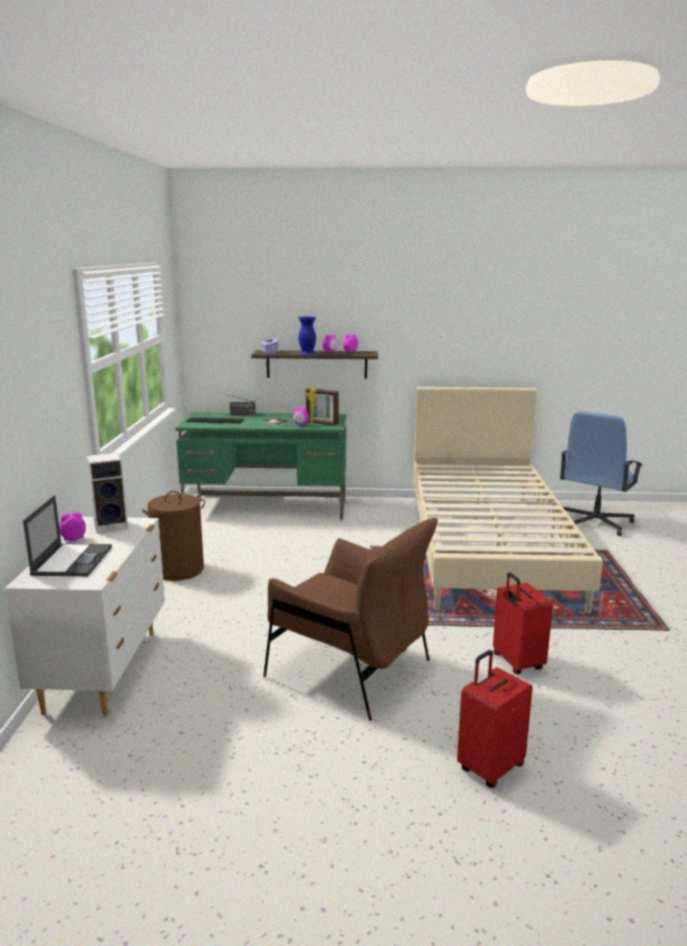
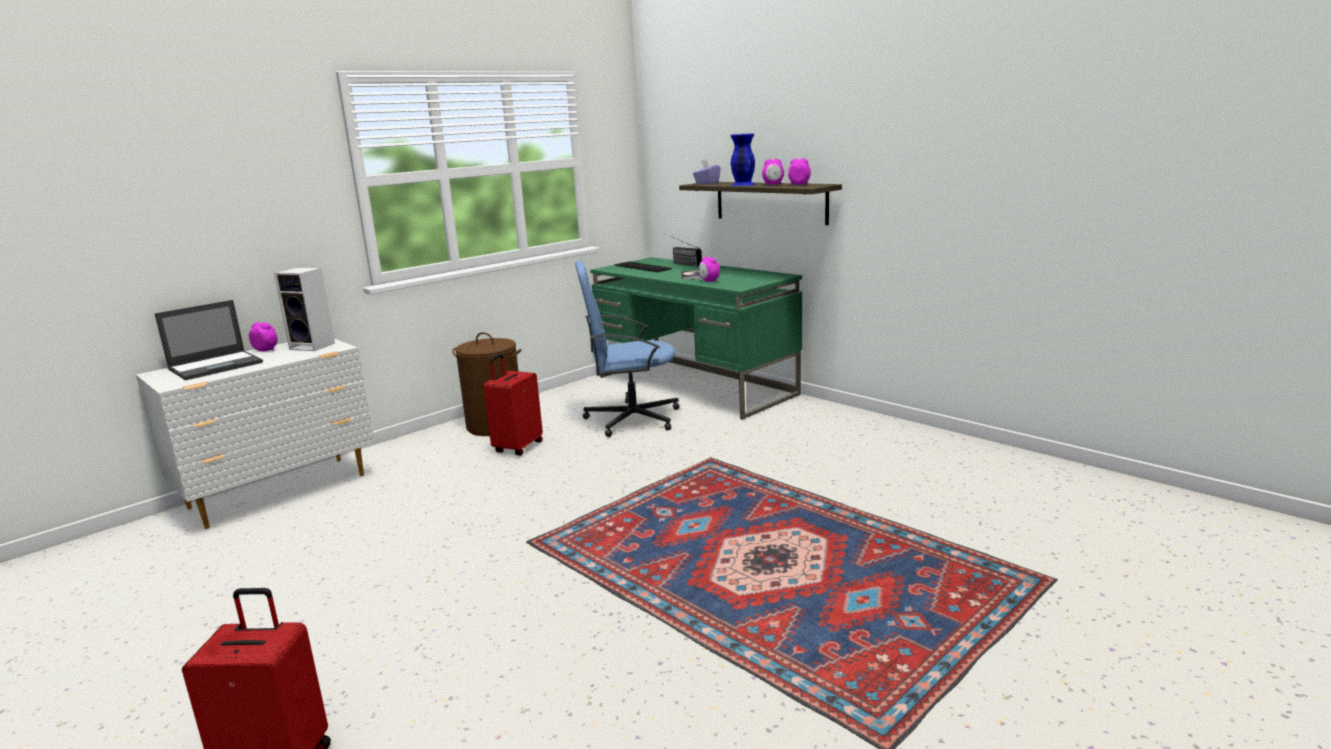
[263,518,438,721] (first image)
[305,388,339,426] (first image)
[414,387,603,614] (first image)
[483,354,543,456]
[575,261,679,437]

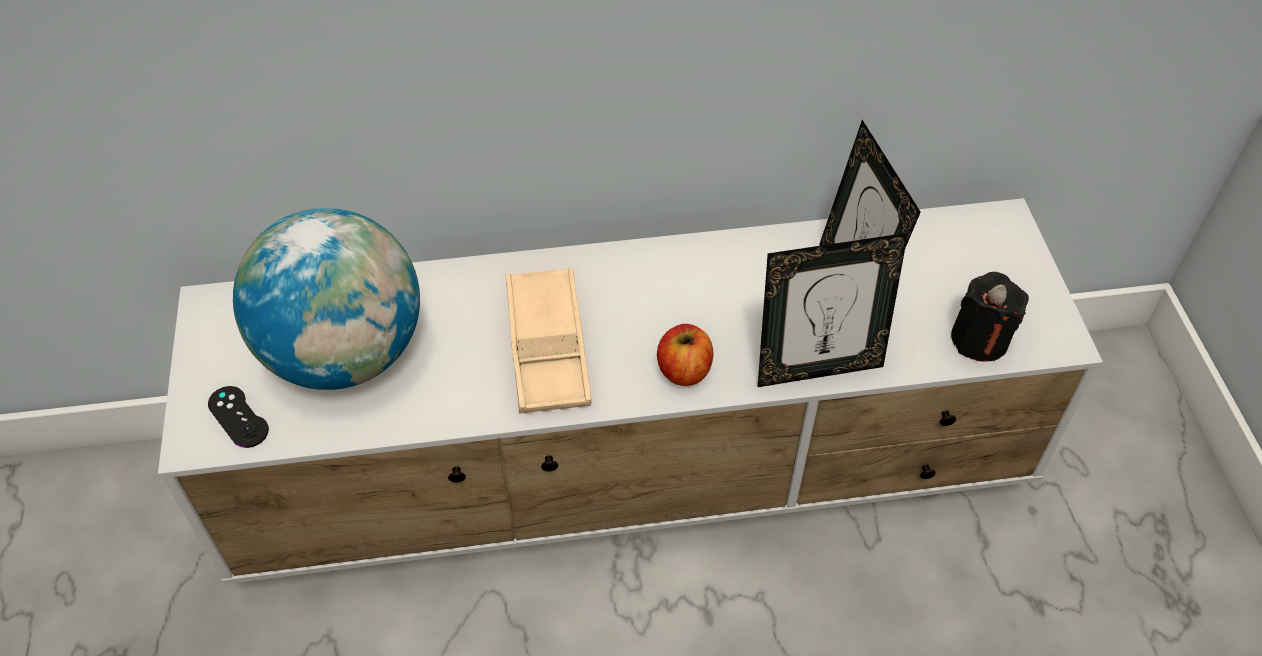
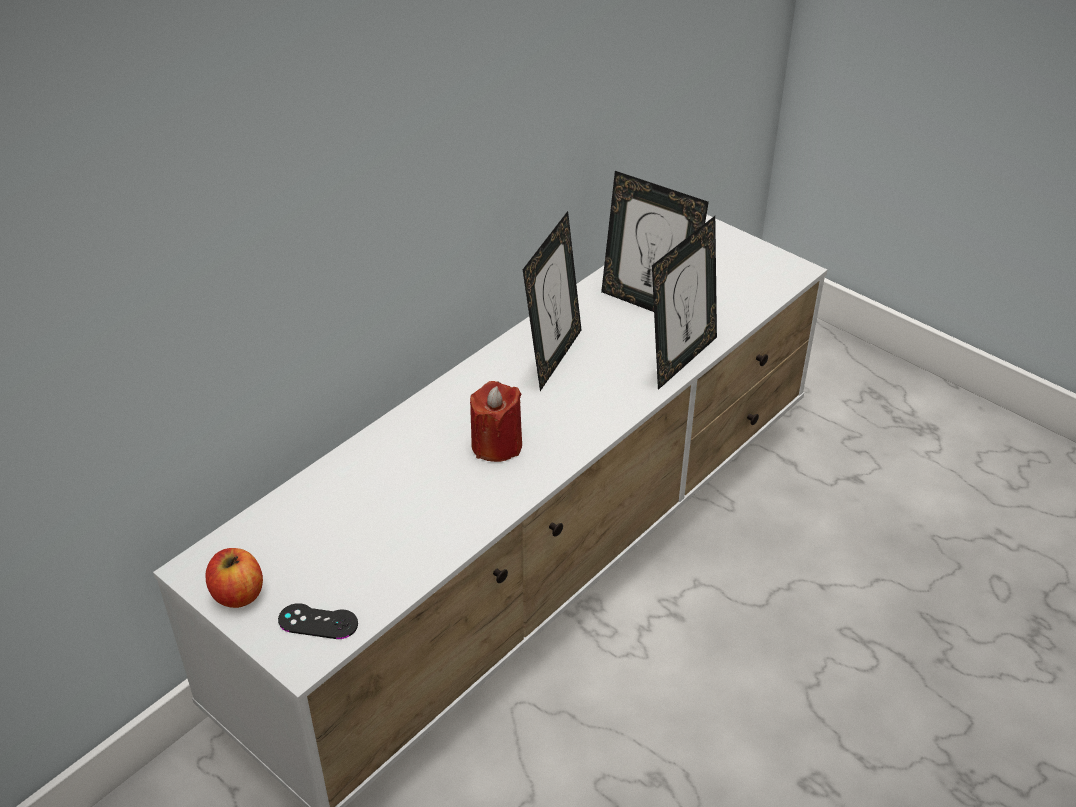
[233,208,420,390] (first image)
[470,381,522,462]
[206,548,263,608]
[951,272,1029,362] (first image)
[523,211,581,391]

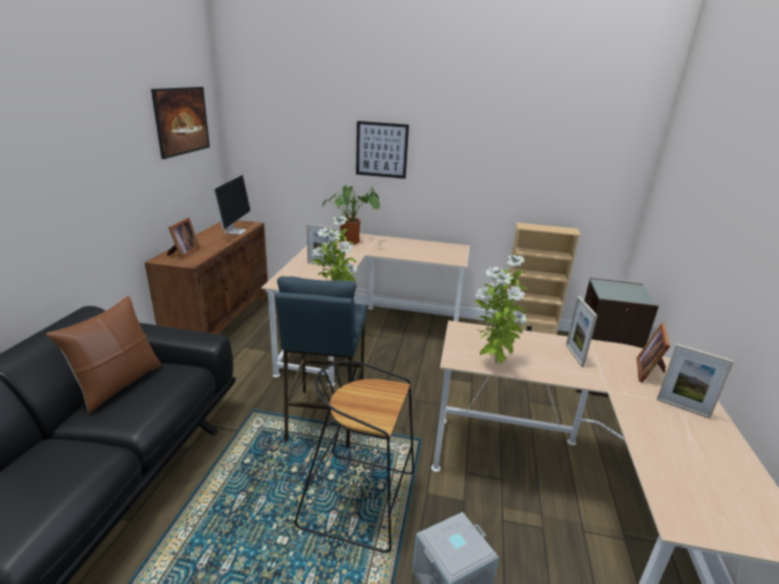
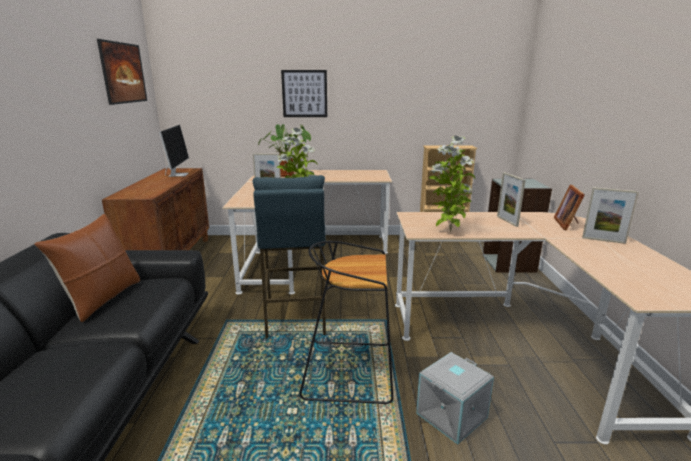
[167,218,201,259] (first image)

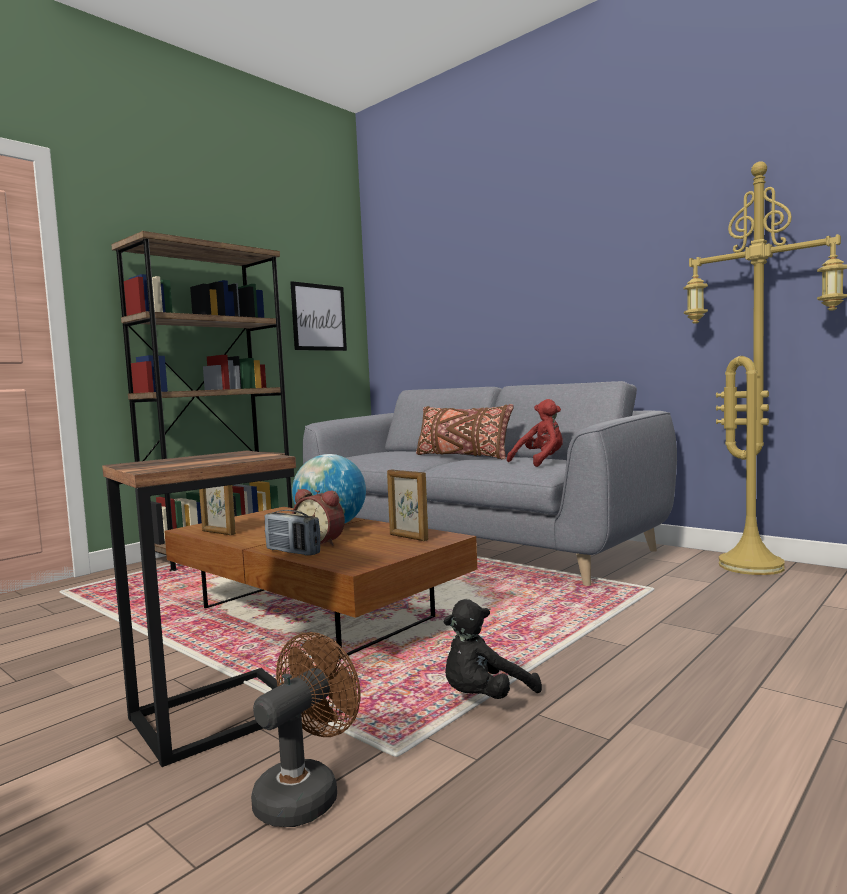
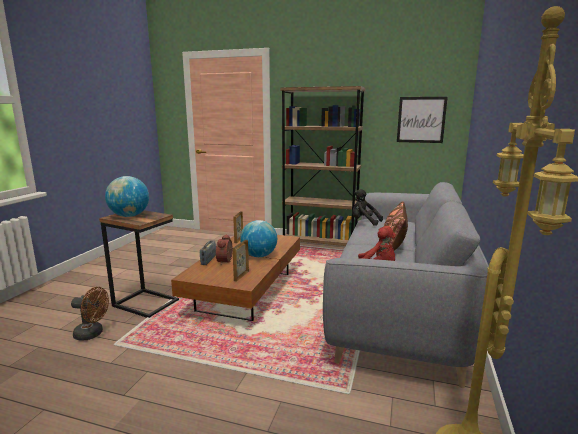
[352,189,383,226]
[105,176,149,217]

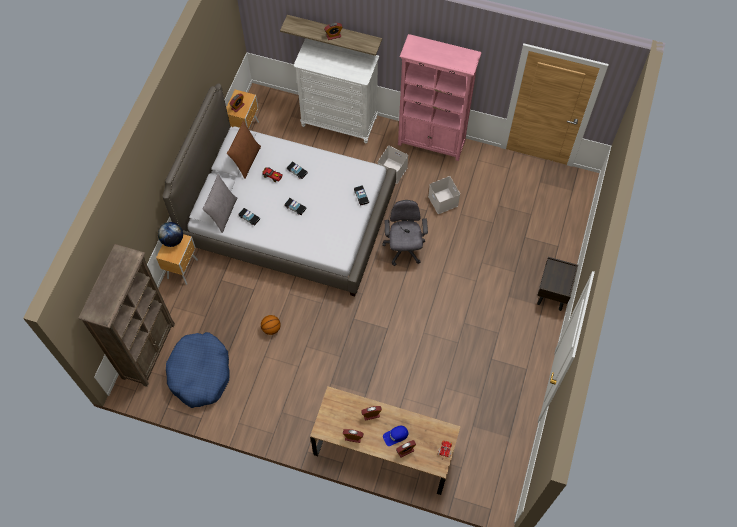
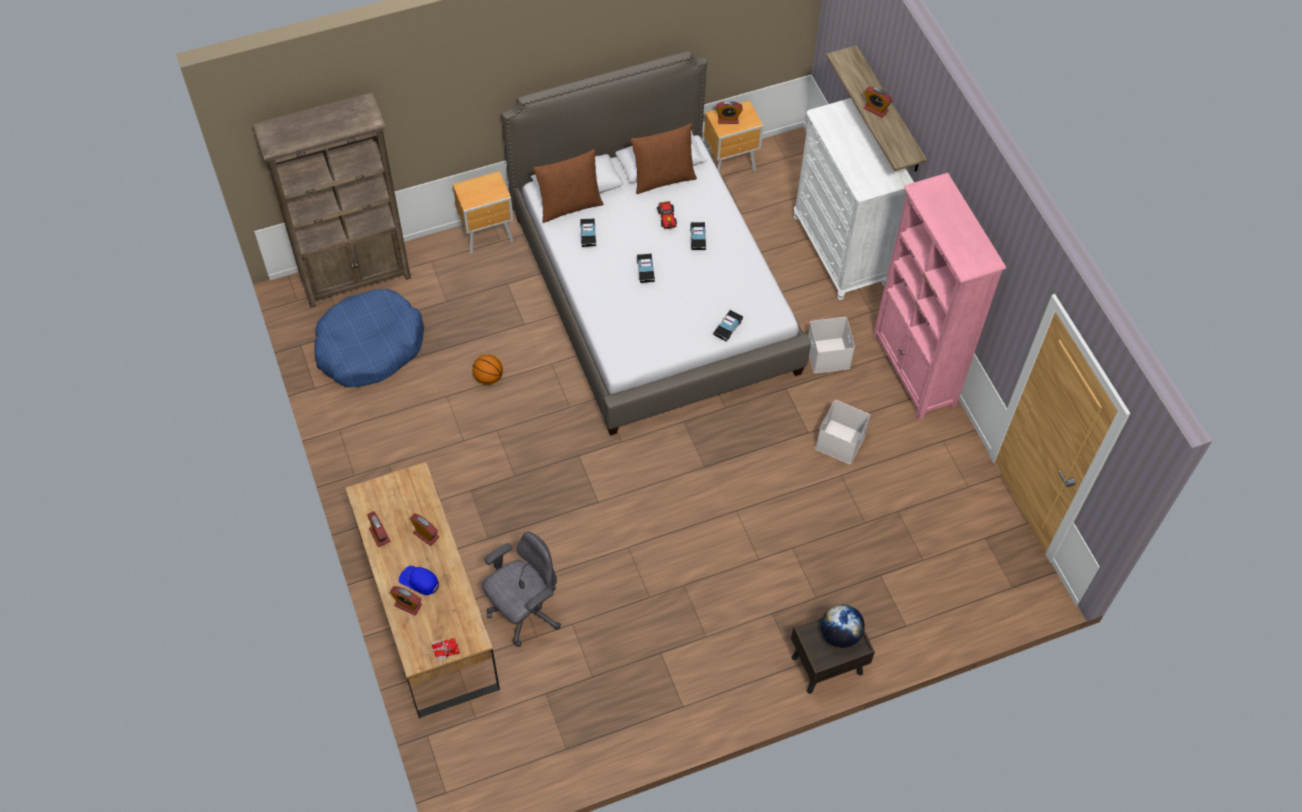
[821,604,865,648]
[533,149,604,223]
[482,532,561,647]

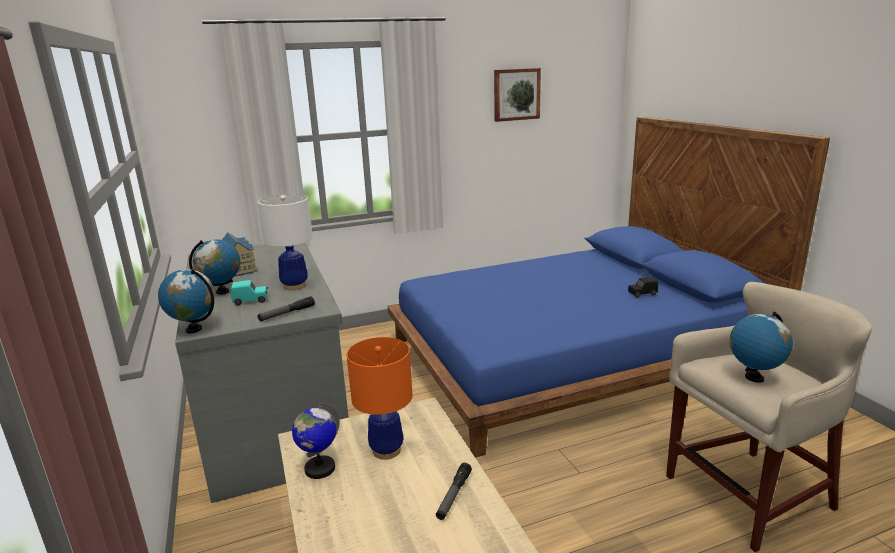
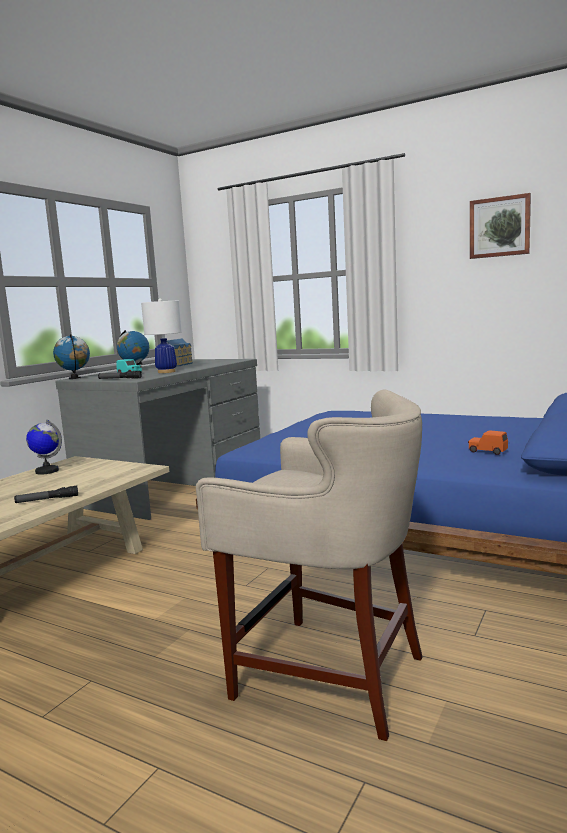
[347,337,413,460] (first image)
[468,430,508,455]
[730,312,793,383] (first image)

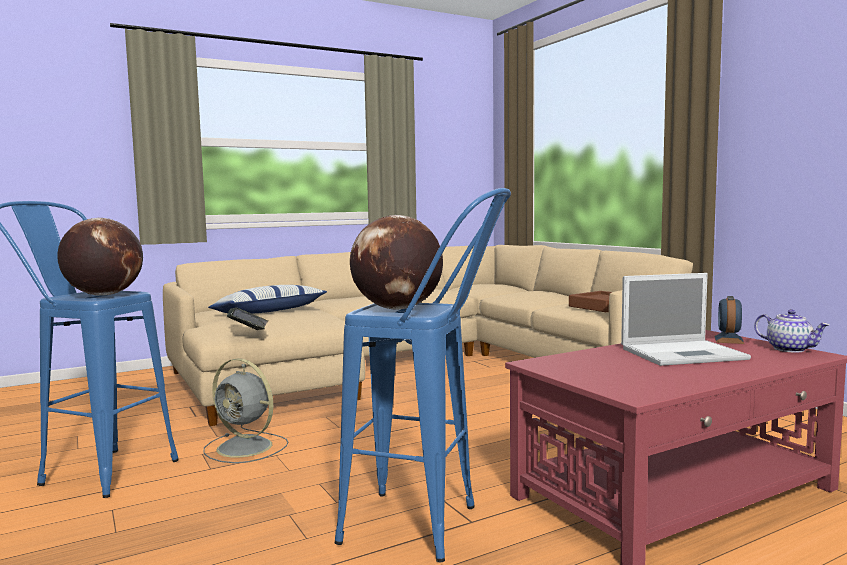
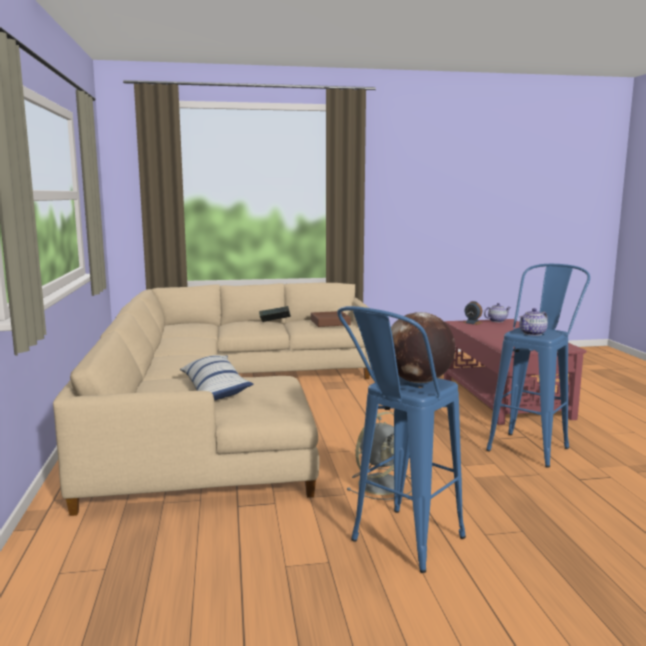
[259,306,291,322]
[519,308,548,336]
[621,273,751,366] (first image)

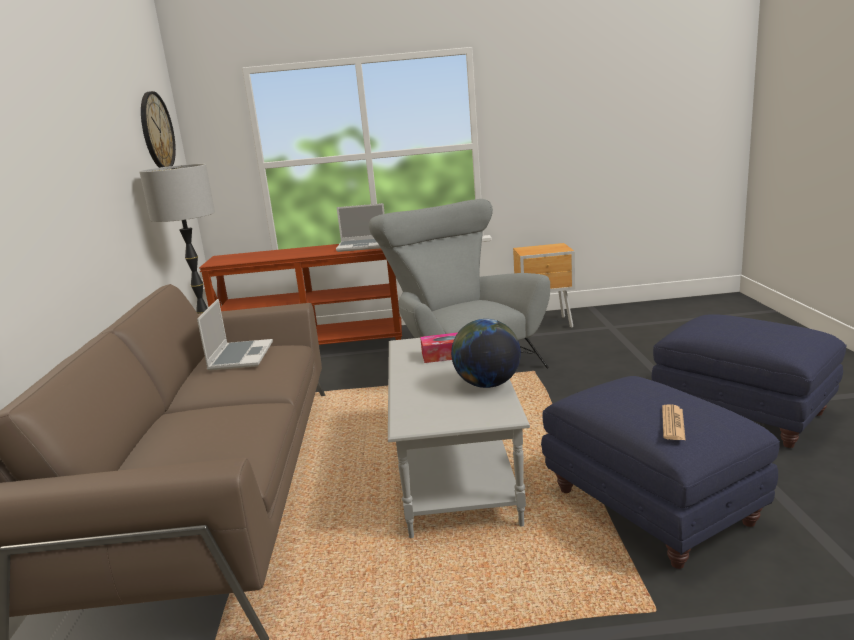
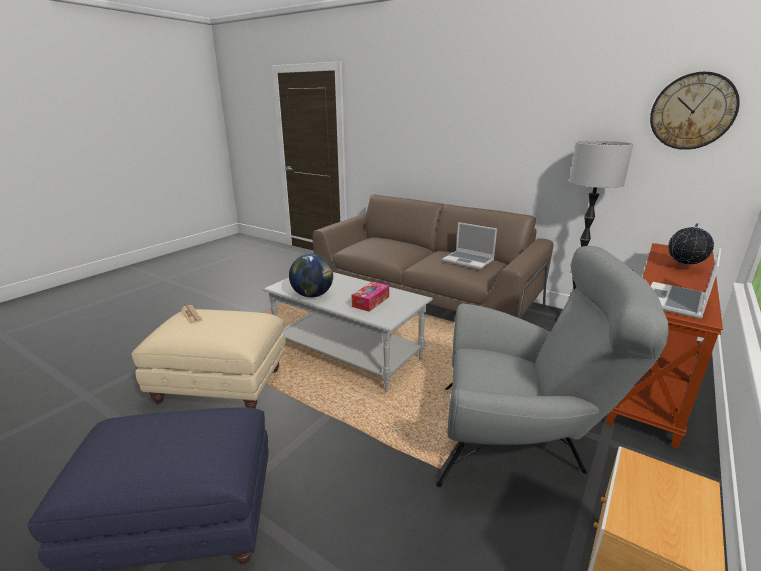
[131,309,285,409]
[668,223,714,268]

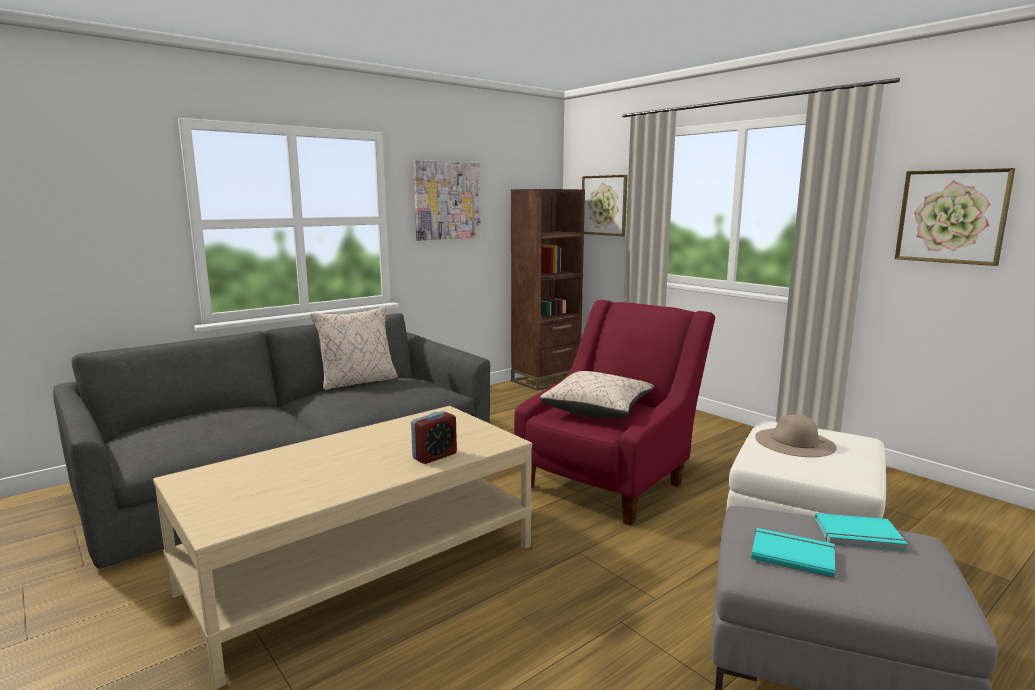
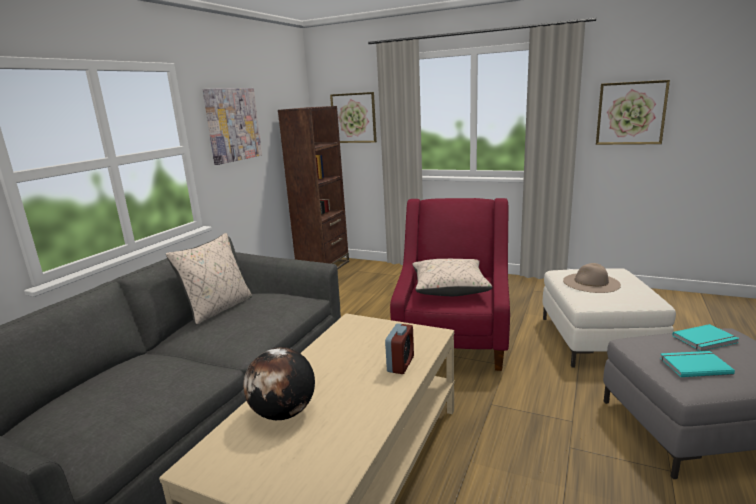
[243,347,315,420]

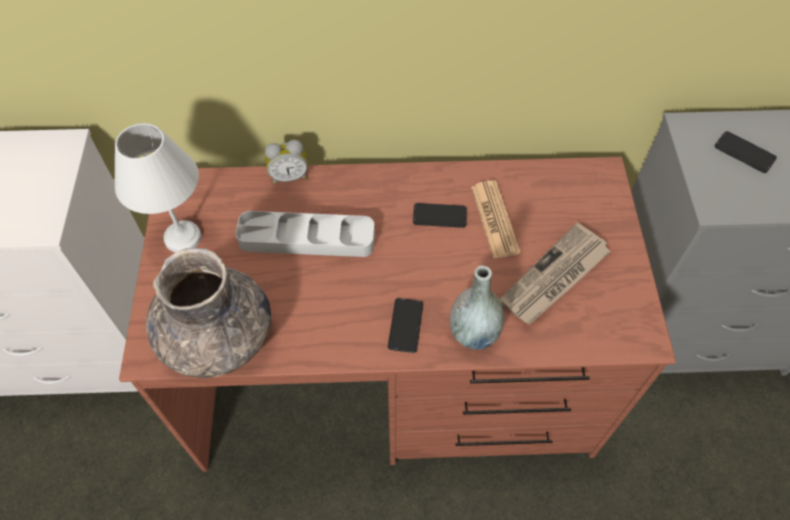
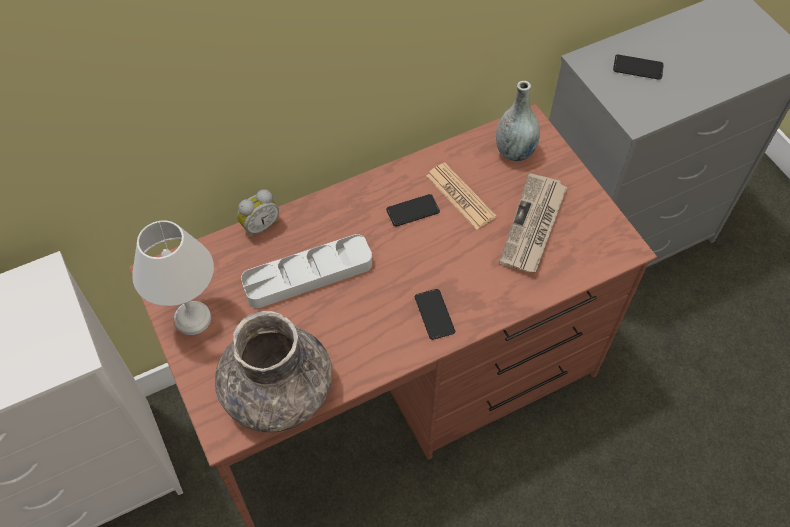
[496,81,540,161]

